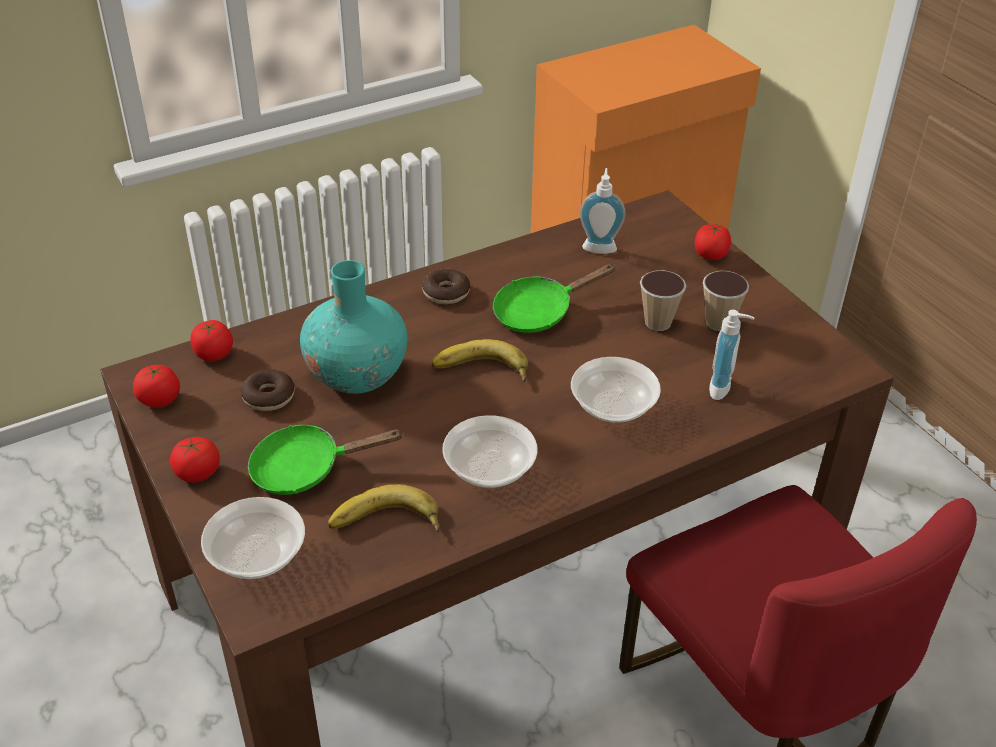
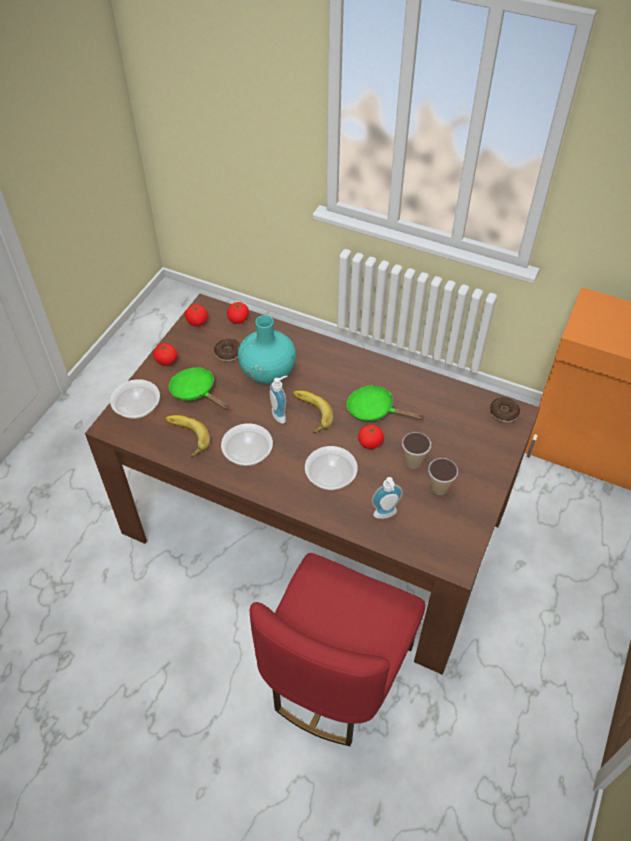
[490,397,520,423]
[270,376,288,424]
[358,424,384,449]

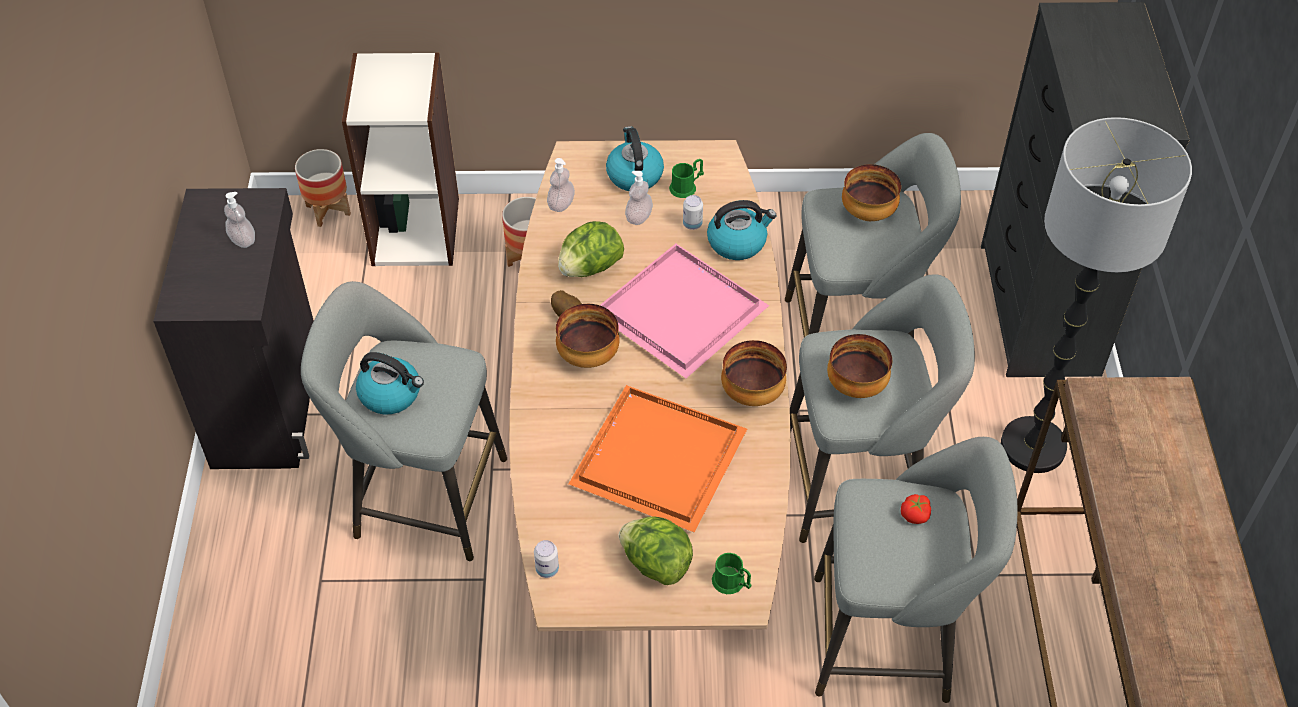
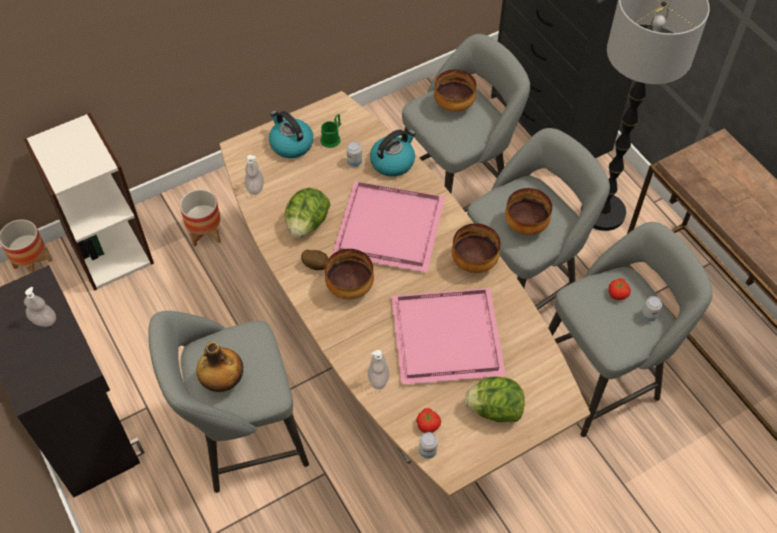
[196,342,243,392]
[391,288,506,385]
[368,350,389,389]
[712,553,751,594] (first image)
[416,408,441,433]
[641,296,662,322]

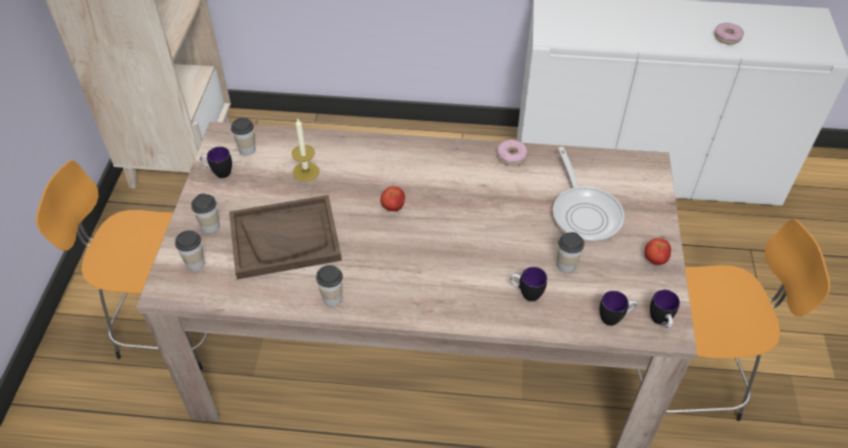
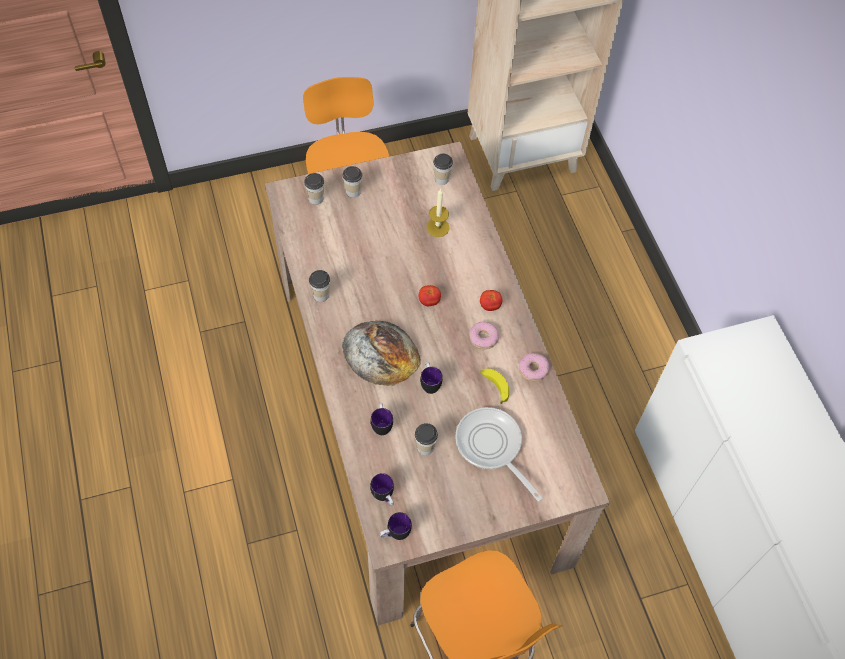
[420,362,443,394]
[229,195,342,279] (first image)
[455,407,543,502]
[480,290,503,311]
[469,321,499,349]
[342,321,421,386]
[480,369,510,404]

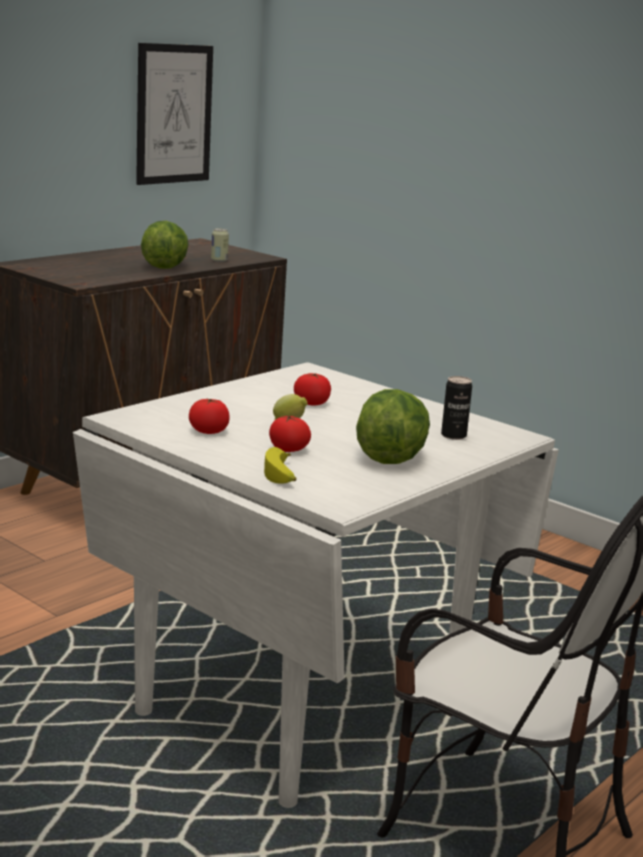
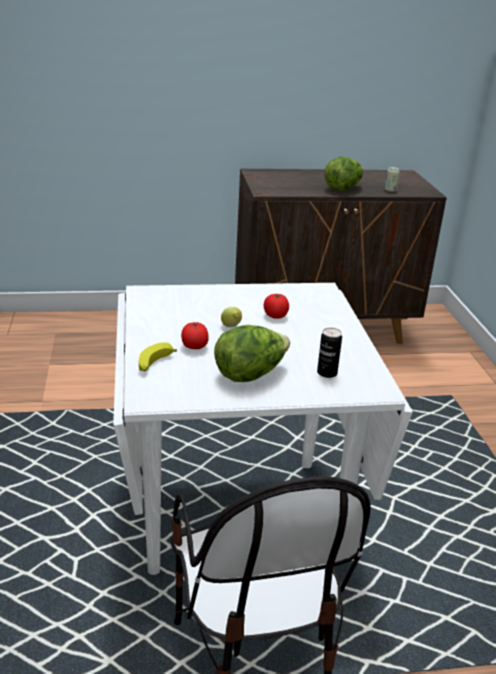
[136,43,213,185] (first image)
[189,399,230,434] (first image)

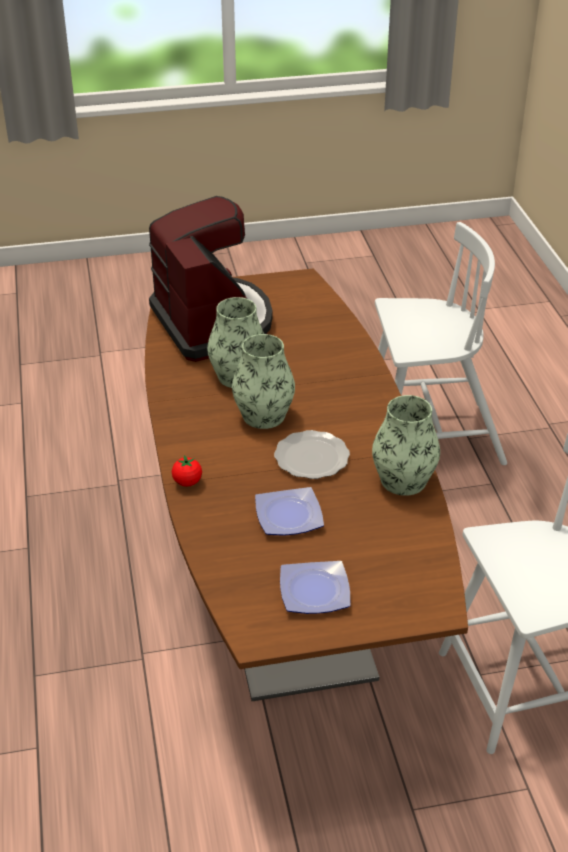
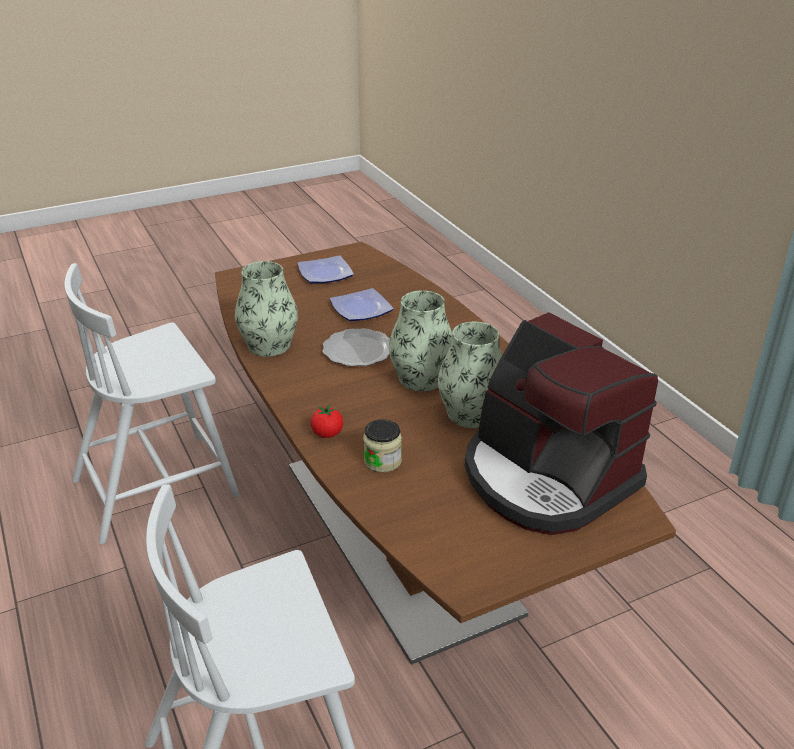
[311,404,343,438]
[363,419,402,473]

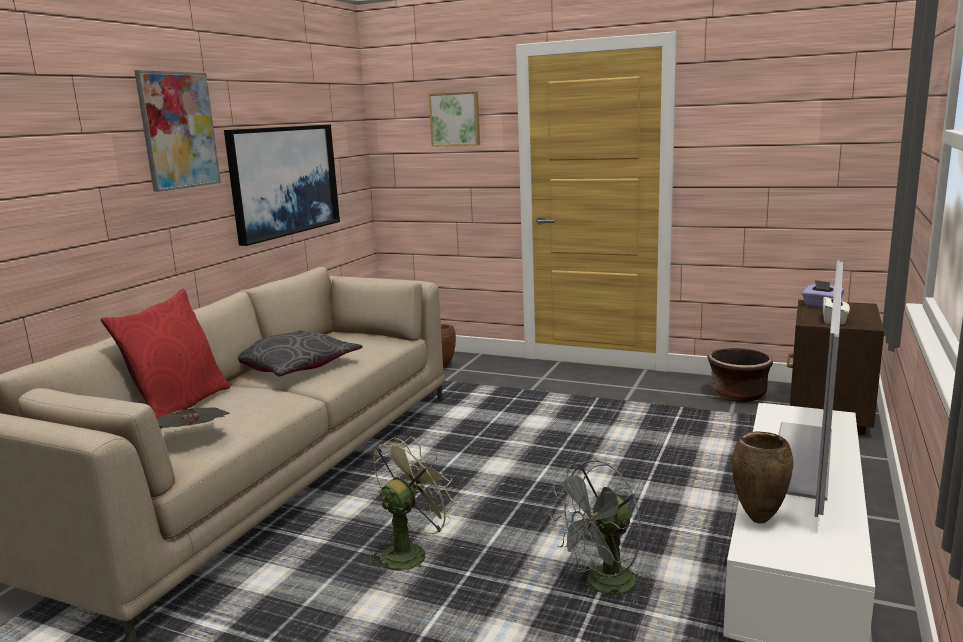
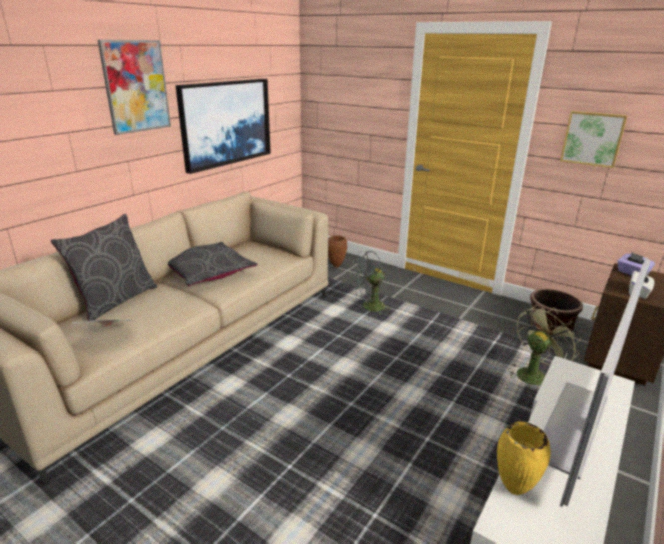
[51,214,157,321]
[507,305,581,385]
[560,111,628,168]
[350,251,393,316]
[497,421,551,495]

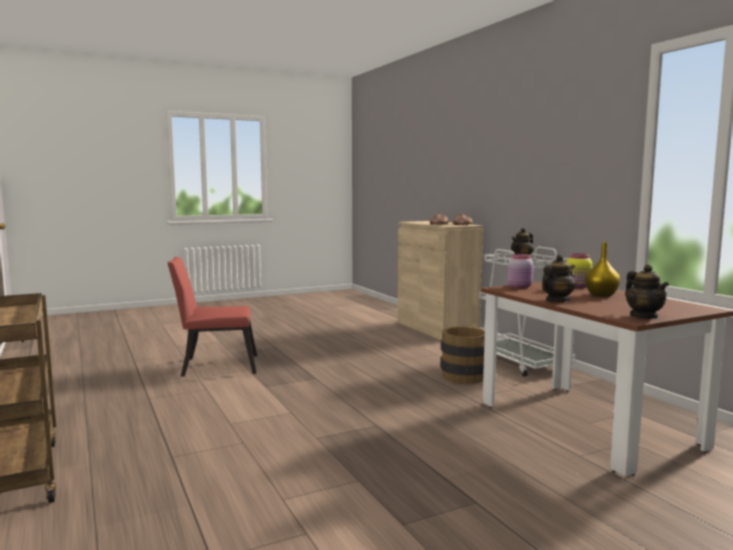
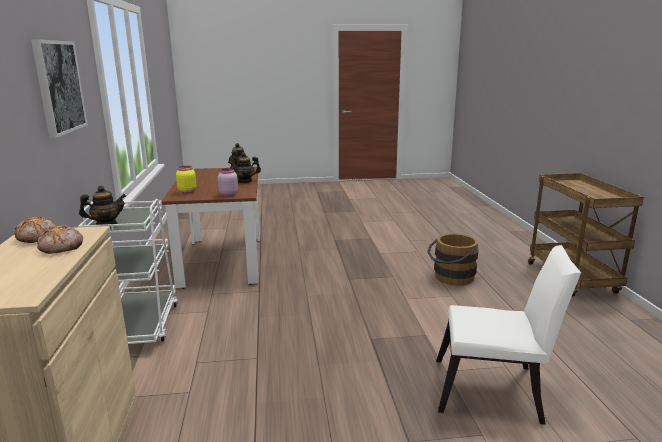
[436,245,581,424]
[427,234,478,285]
[585,242,620,297] (first image)
[31,39,88,138]

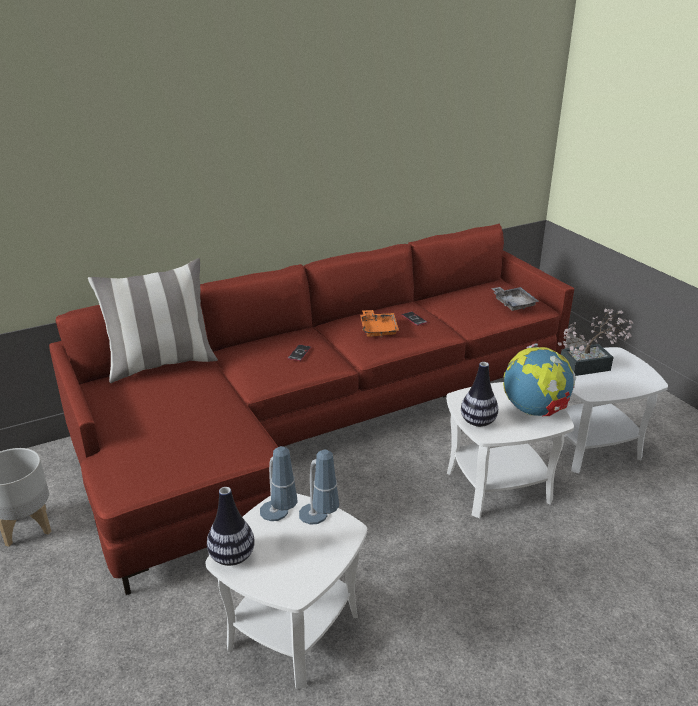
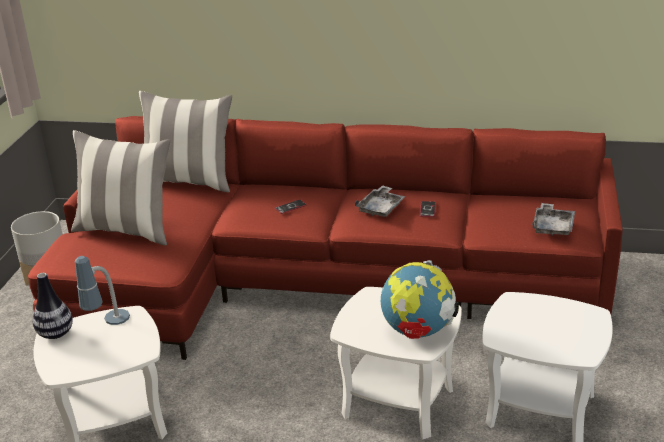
[299,450,339,525] (first image)
[355,185,406,217]
[461,362,498,427] (first image)
[558,309,634,376] (first image)
[71,130,170,245]

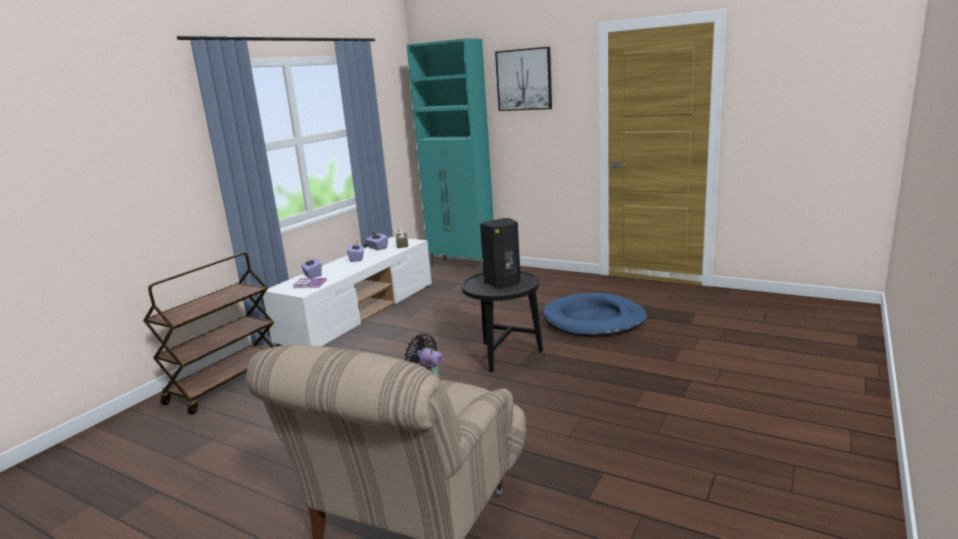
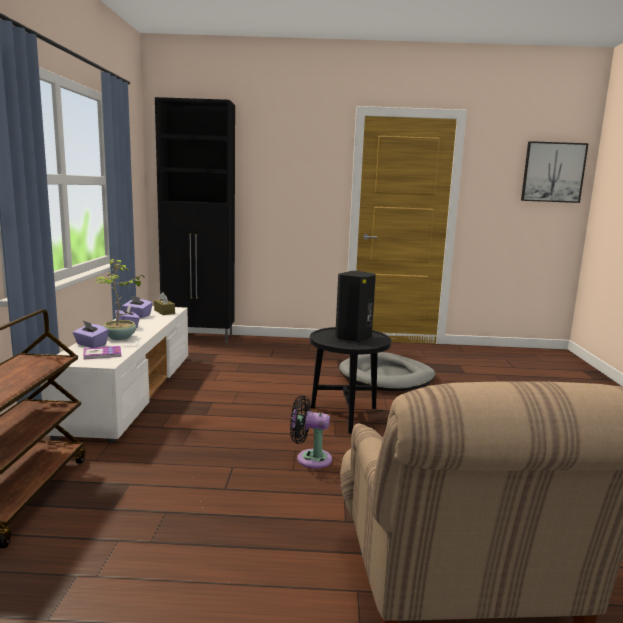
[155,97,235,343]
[521,141,589,203]
[339,352,435,391]
[95,259,145,340]

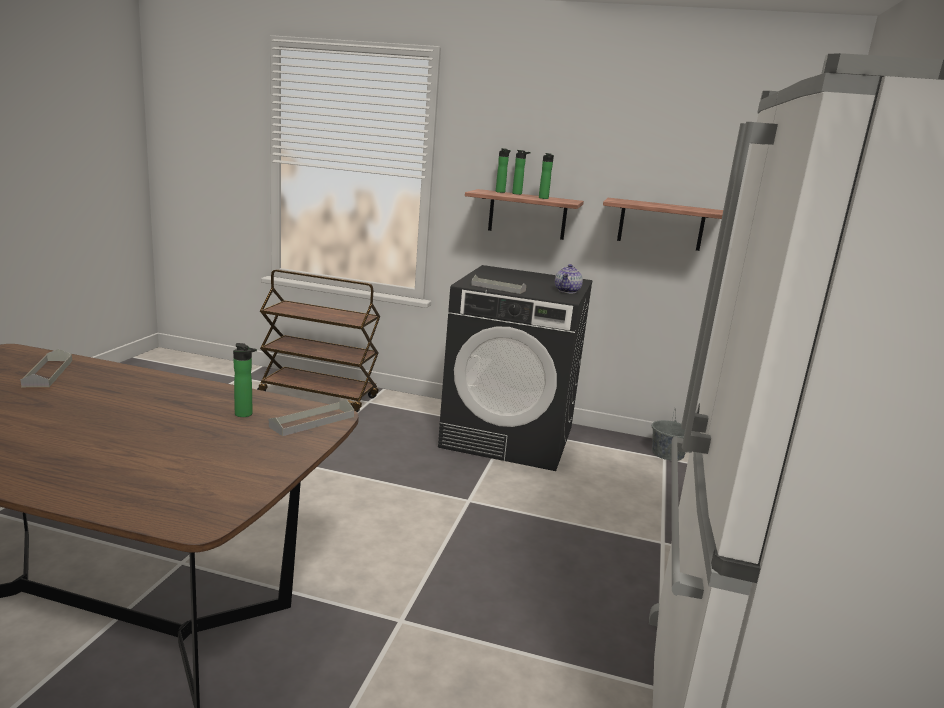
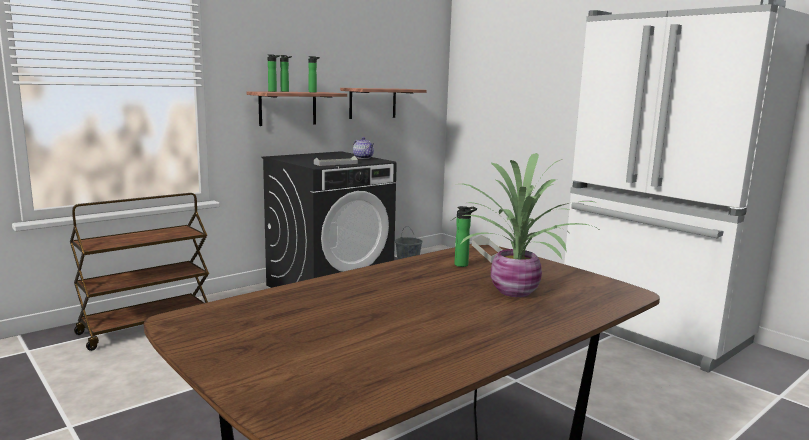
[20,349,72,387] (first image)
[452,153,601,297]

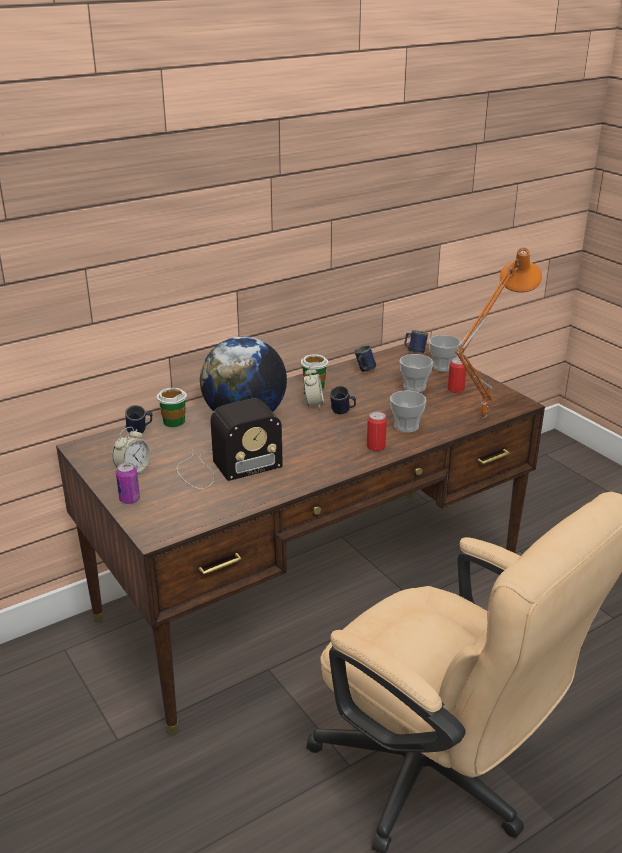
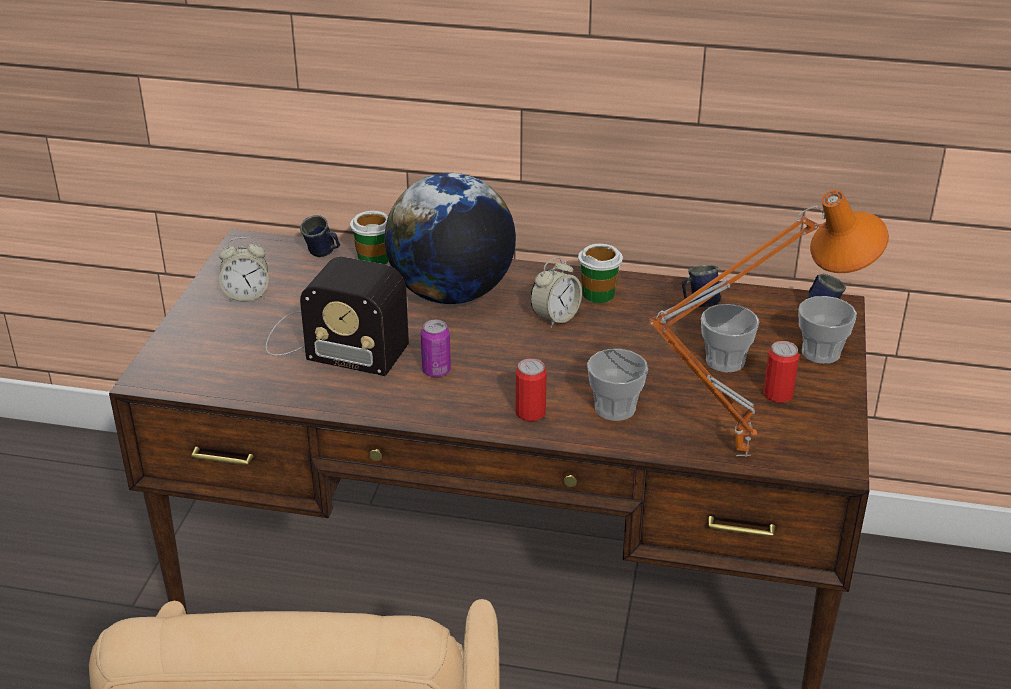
[421,320,451,377]
[330,385,356,415] (first image)

